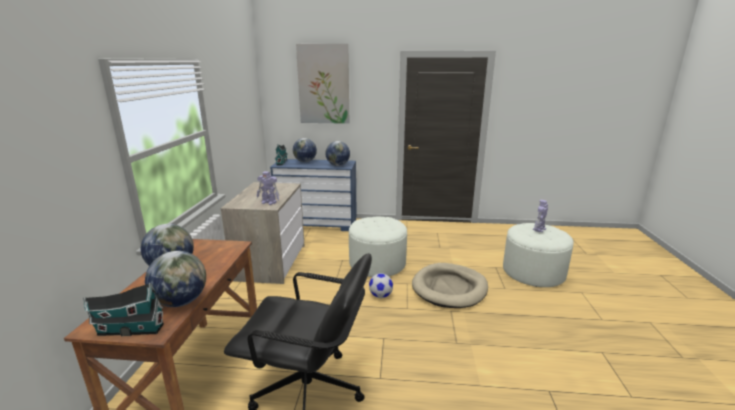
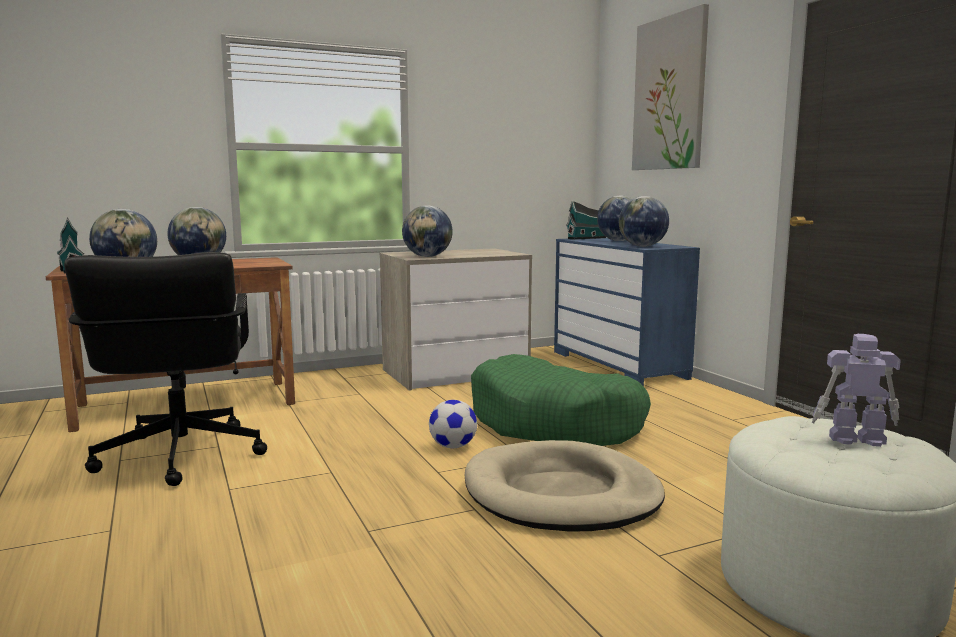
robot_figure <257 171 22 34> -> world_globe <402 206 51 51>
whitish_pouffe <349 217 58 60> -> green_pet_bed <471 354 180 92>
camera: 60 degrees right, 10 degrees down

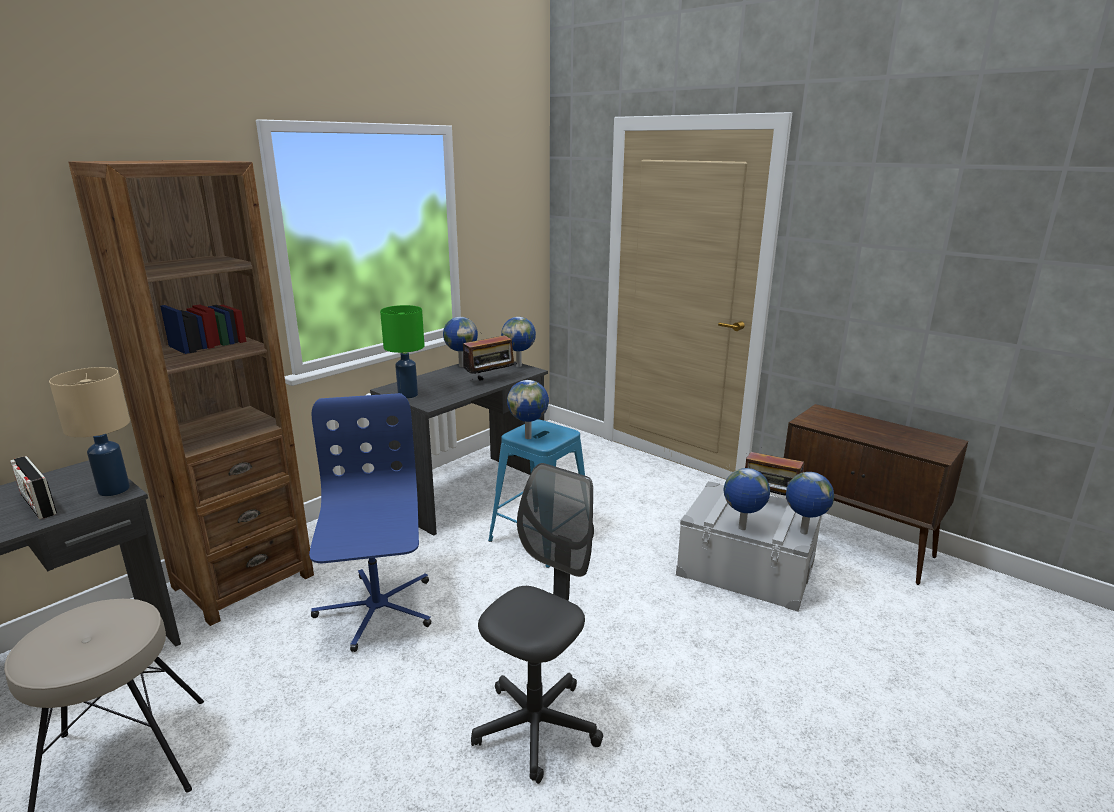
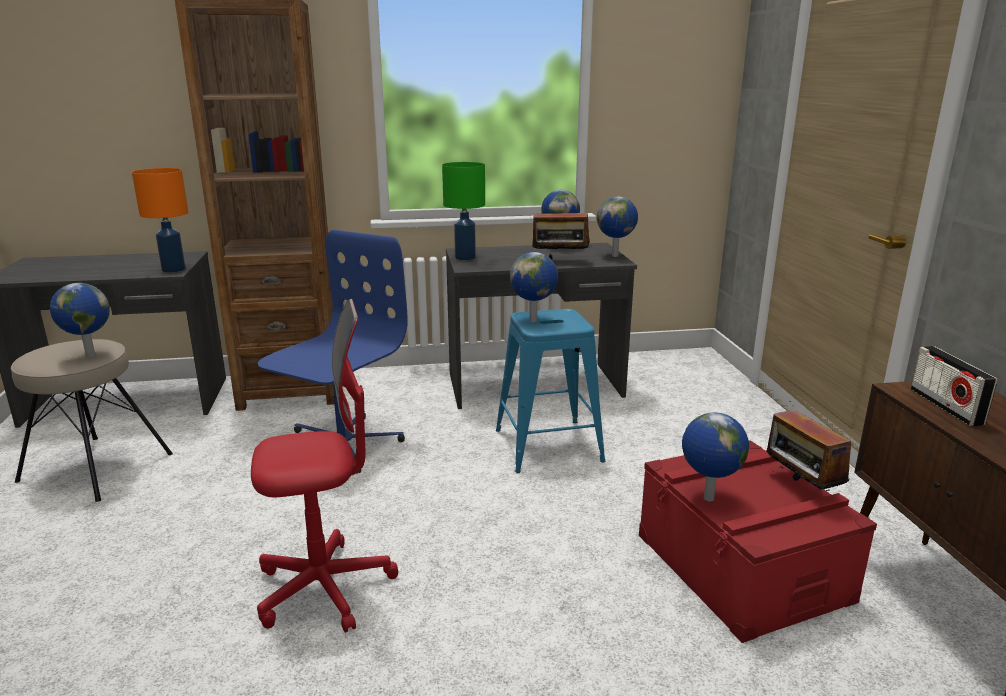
world_globe <786 472 48 63> -> world_globe <50 283 60 74>, shifted
beige_tabletop_lamp <49 367 81 129> -> orangey_tabletop_lamp <132 168 56 105>
gray_computer_chair <471 463 132 321> -> reddish_computer_chair <251 299 147 334>
gray_storage_container <676 481 146 131> -> reddish_storage_container <639 440 238 203>
radio_receiver <10 456 47 63> -> radio_receiver <911 346 86 80>, shifted
camera: 40 degrees right, 0 degrees up

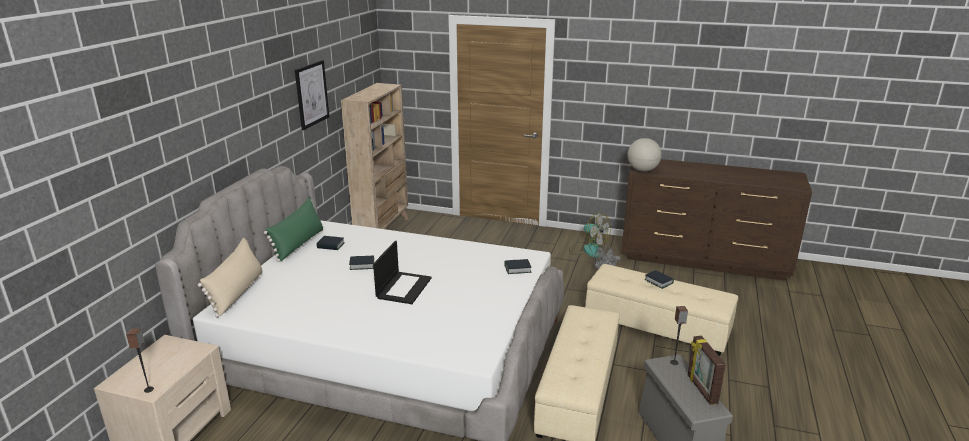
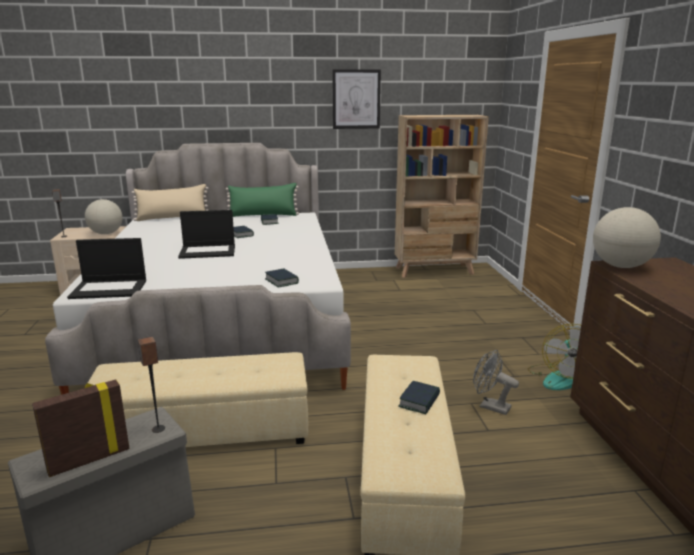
none -> laptop <67 238 79 61>
none -> world_globe <85 199 38 35>
camera: 65 degrees right, 5 degrees down

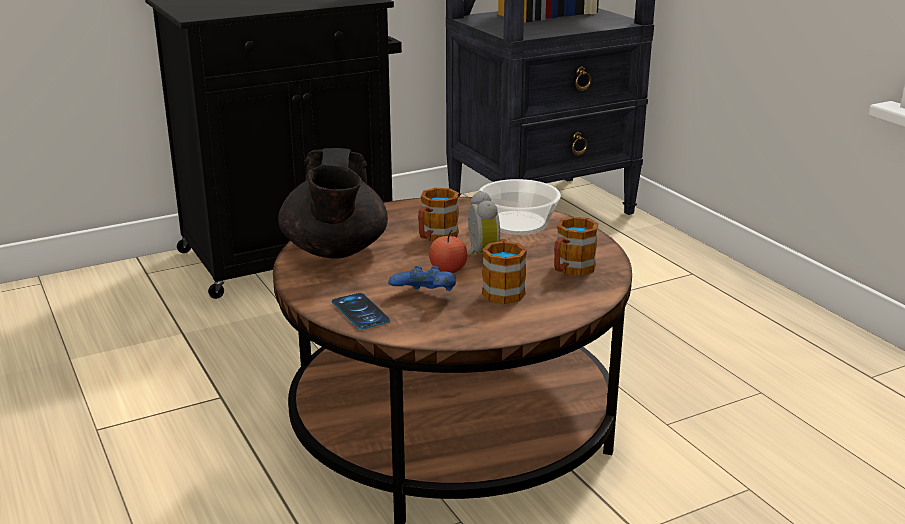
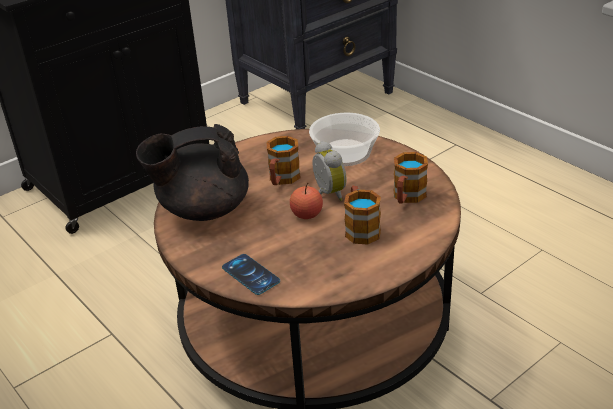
black_tea_pot <278 148 110 111> -> black_tea_pot <136 124 113 97>, 90 degrees clockwise
bluish_joypad <388 266 68 25> -> none
camera: 10 degrees left, 10 degrees up

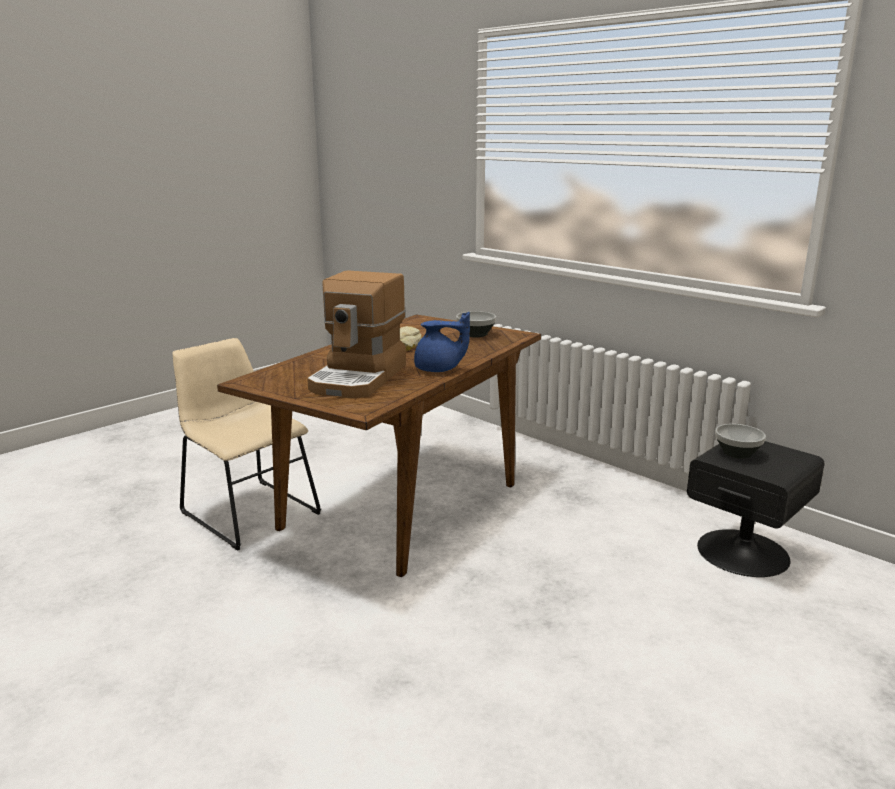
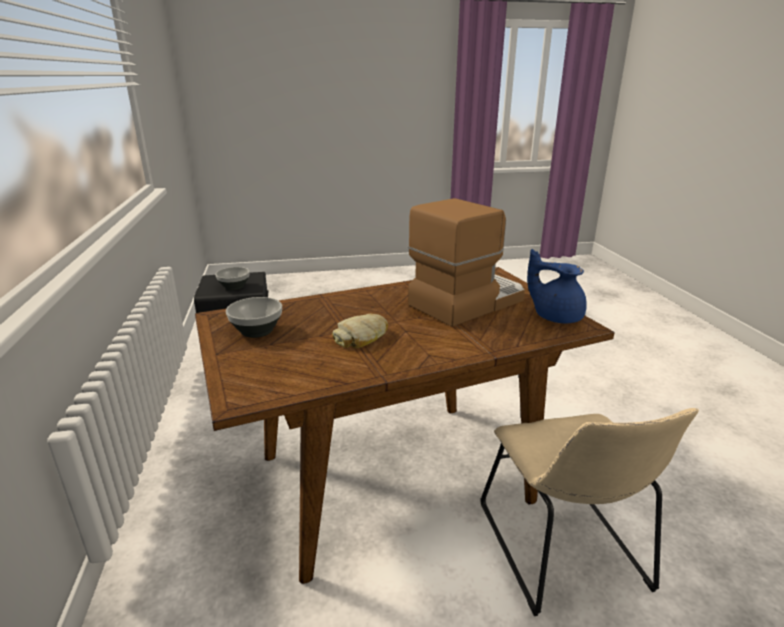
bluish_tea_pot <414 312 56 60> -> bluish_tea_pot <527 249 60 75>, shifted
camera: 145 degrees left, 5 degrees up

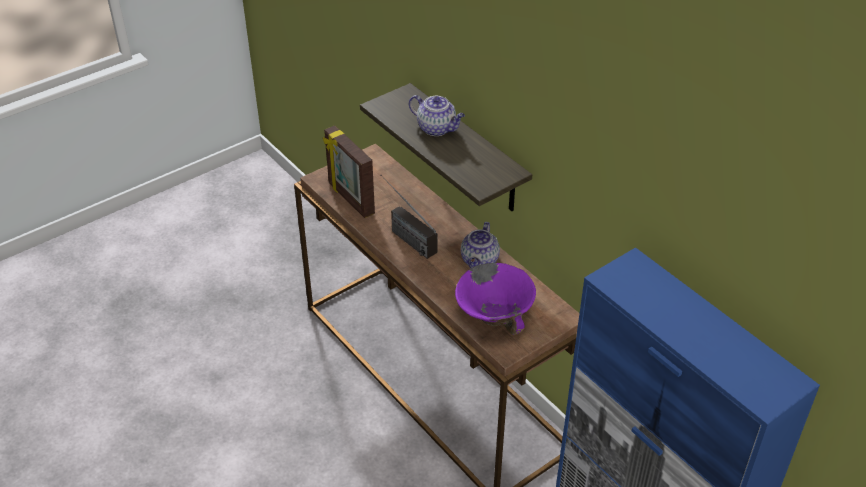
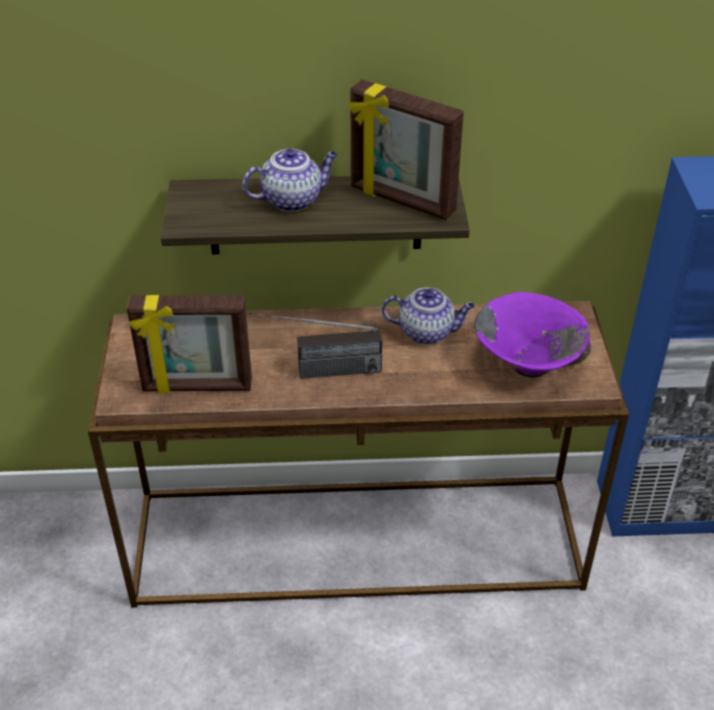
none -> standing_frame <349 79 115 141>
tea_pot <461 222 39 47> -> tea_pot <382 287 93 57>, 45 degrees counterclockwise
camera: 55 degrees left, 0 degrees up

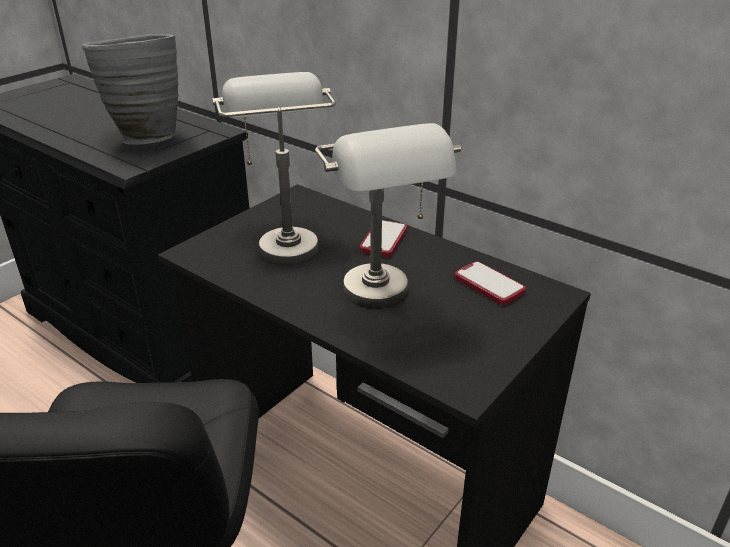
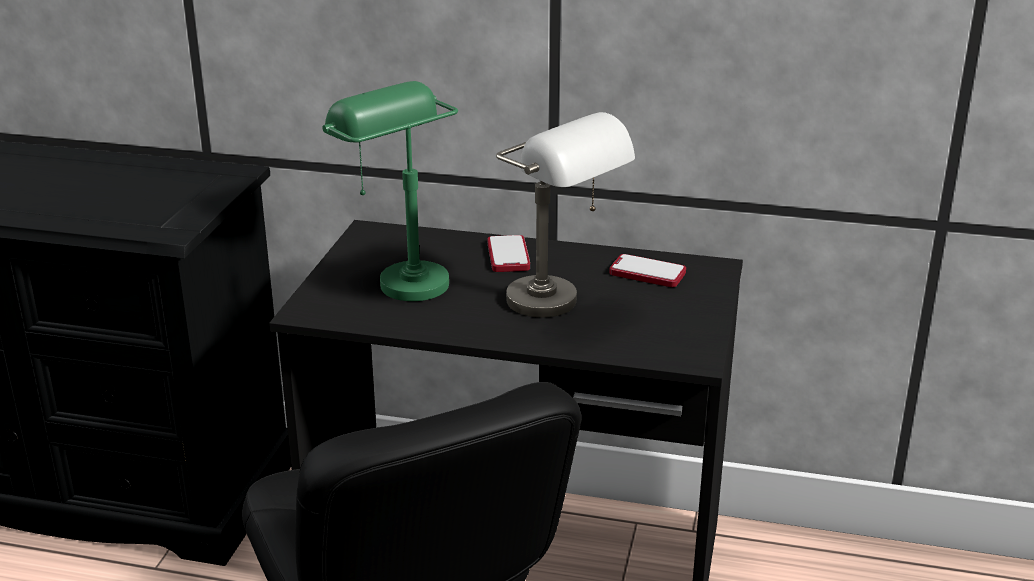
gray_tabletop_lamp <212 72 124 192> -> green_tabletop_lamp <322 81 136 220>
gray_flower_vase <82 34 96 111> -> none
camera: 25 degrees left, 5 degrees down

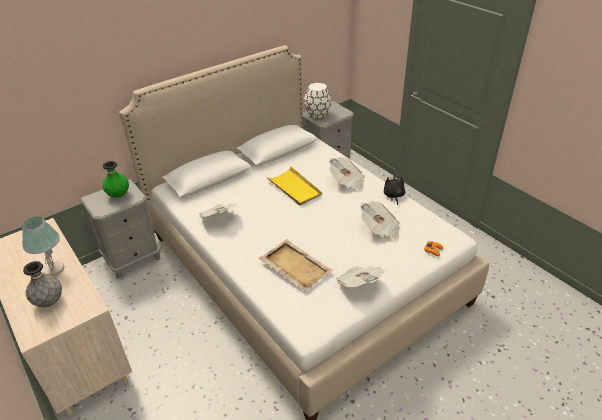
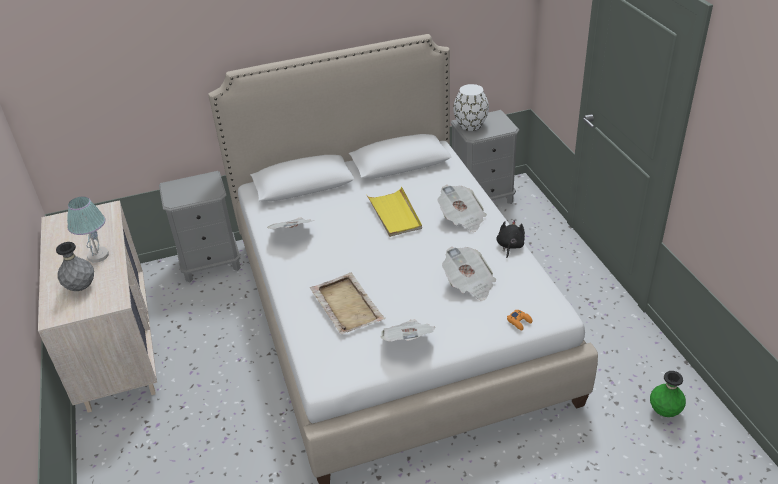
green_flower_vase <103 161 26 37> -> green_flower_vase <650 371 36 46>, shifted
camera: 20 degrees right, 0 degrees up

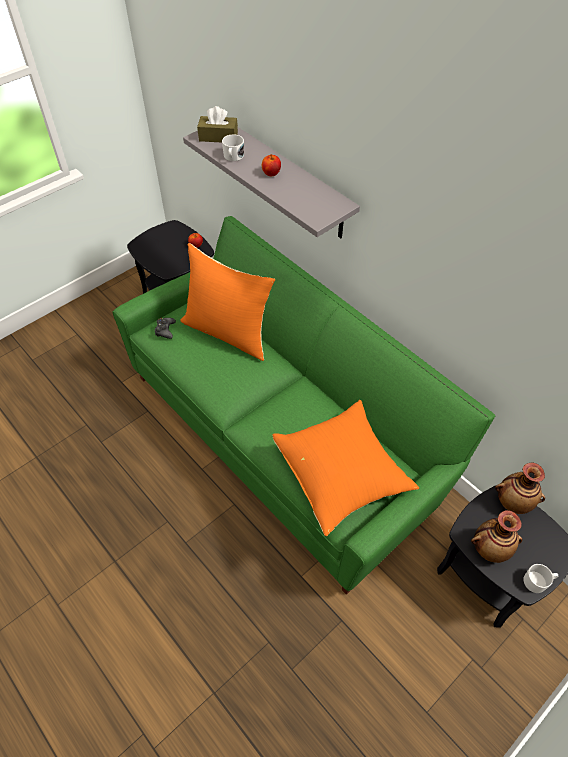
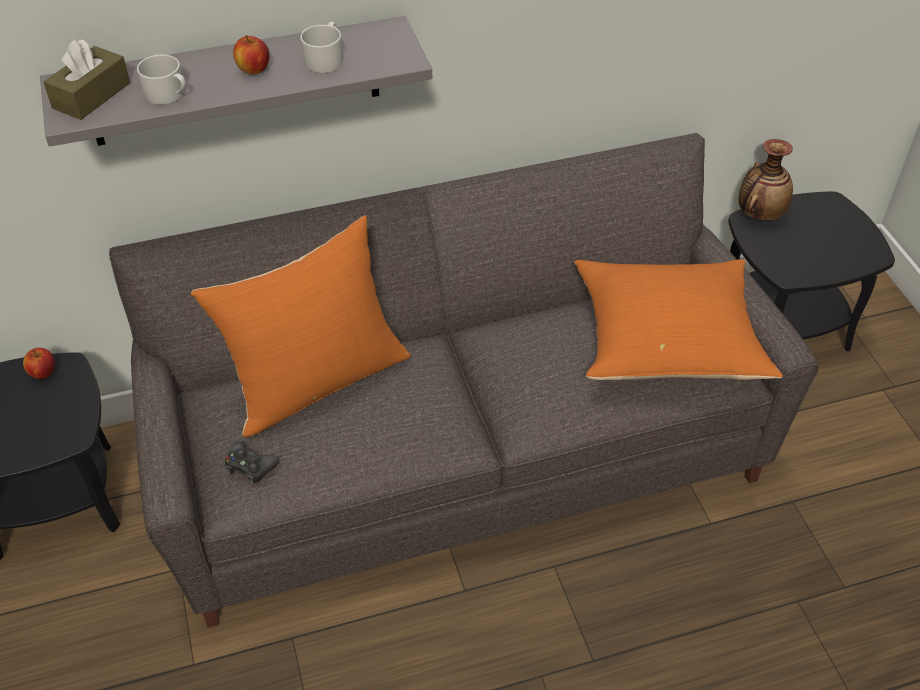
green_settee <112 216 383 379> -> gray_settee <109 133 710 495>
whitish_coffee_mug <523 564 35 29> -> whitish_coffee_mug <300 22 42 51>, shifted
flower_vase <471 510 51 53> -> none
camera: 65 degrees left, 5 degrees down

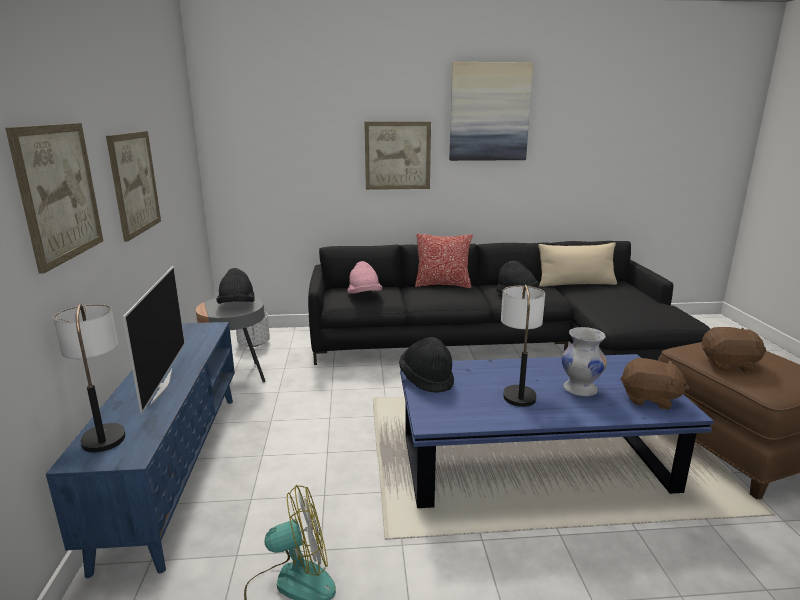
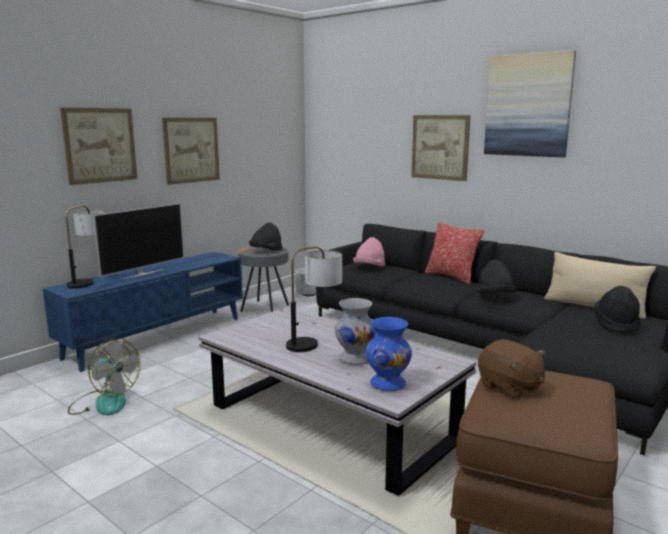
bluish_coffee_table <400 354 314 154> -> whitish_coffee_table <199 307 277 189>
brown_plush_toy <620 358 69 52> -> bluish_flower_vase <366 317 46 74>
black_clothing_hat <399 337 55 56> -> black_clothing_hat <594 286 47 48>, shifted
camera: 45 degrees right, 5 degrees down

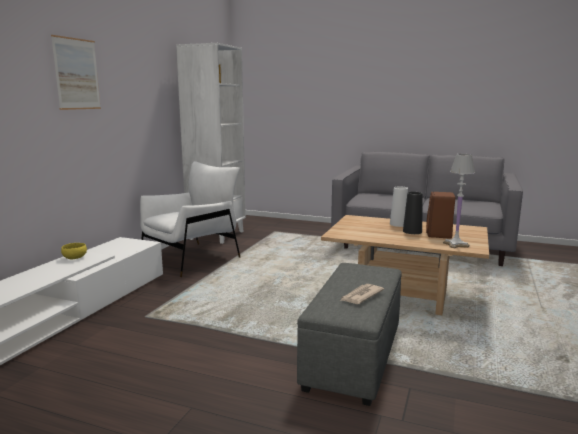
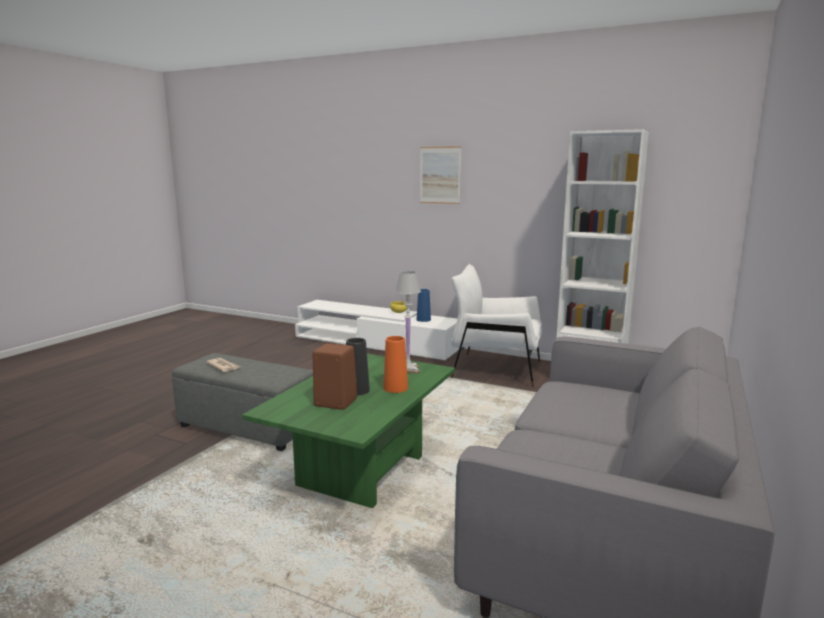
beige_coffee_table <321 215 168 100> -> green_coffee_table <242 353 213 155>
whitish_flower_vase <390 186 18 41> -> orangey_flower_vase <383 336 25 57>
whitish_tabletop_lamp <443 154 32 94> -> whitish_tabletop_lamp <395 271 26 103>, shifted
none -> bluish_flower_vase <417 289 14 33>
whitish_lounge_chair <140 161 100 116> -> whitish_lounge_chair <451 264 91 123>, 150 degrees clockwise
camera: 95 degrees right, 0 degrees up

